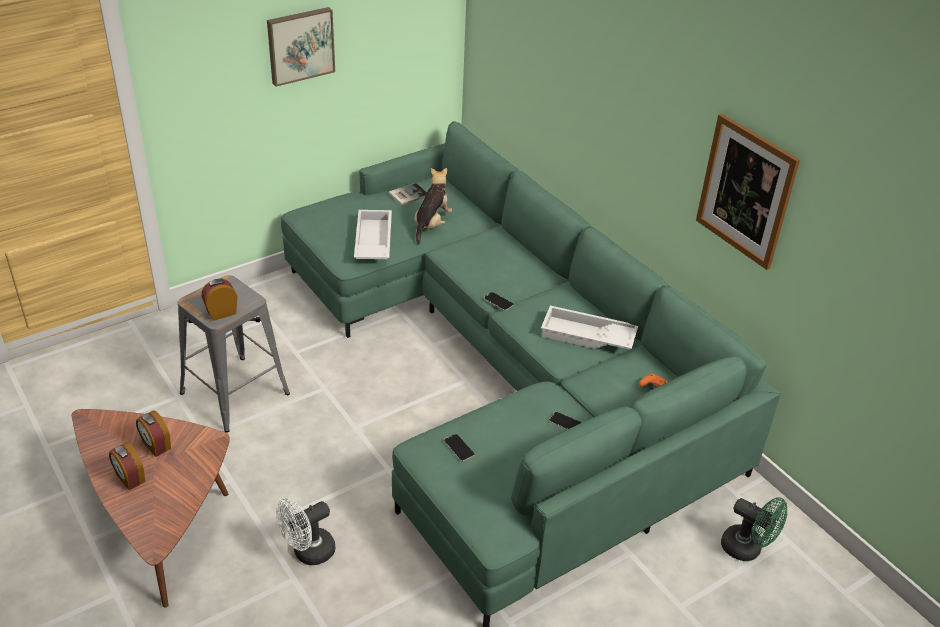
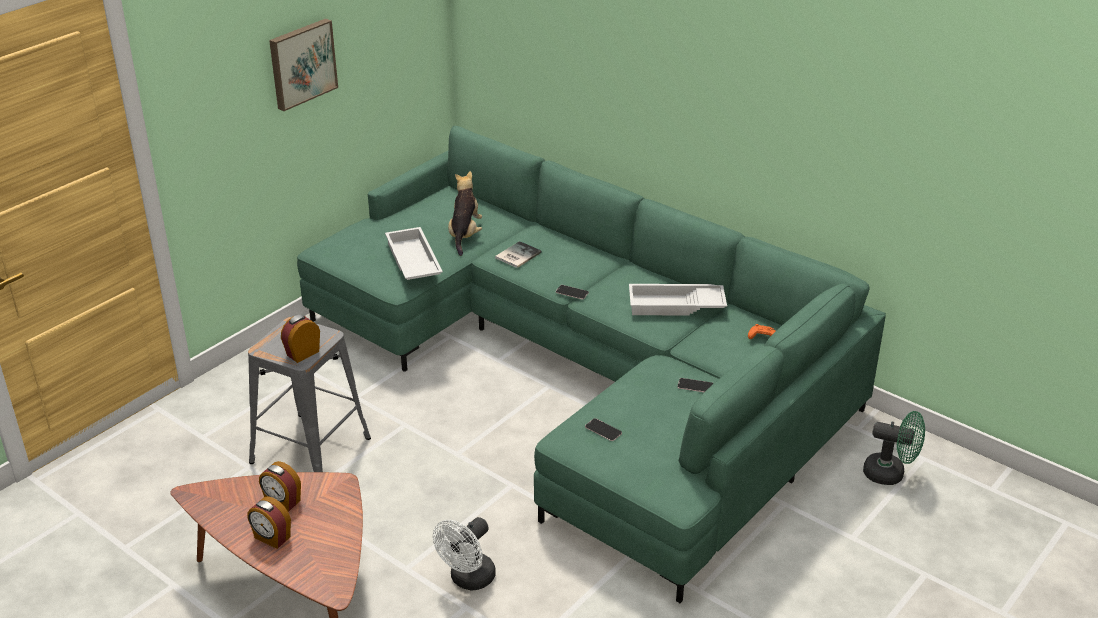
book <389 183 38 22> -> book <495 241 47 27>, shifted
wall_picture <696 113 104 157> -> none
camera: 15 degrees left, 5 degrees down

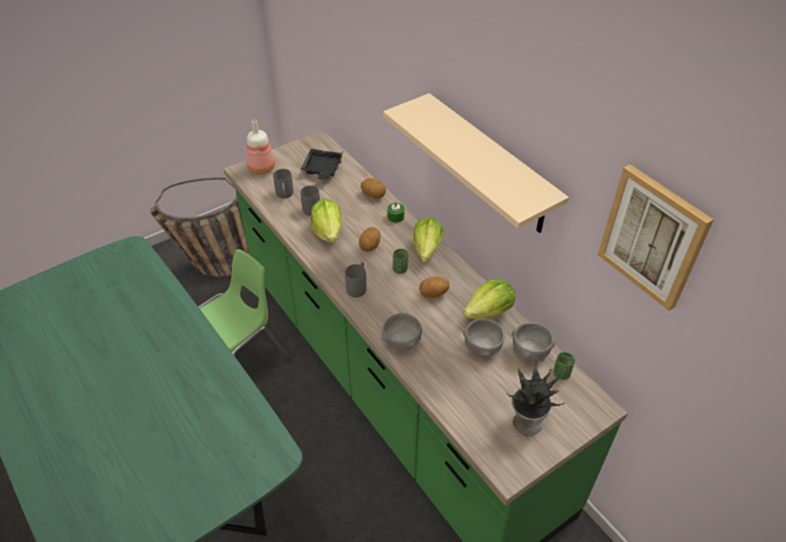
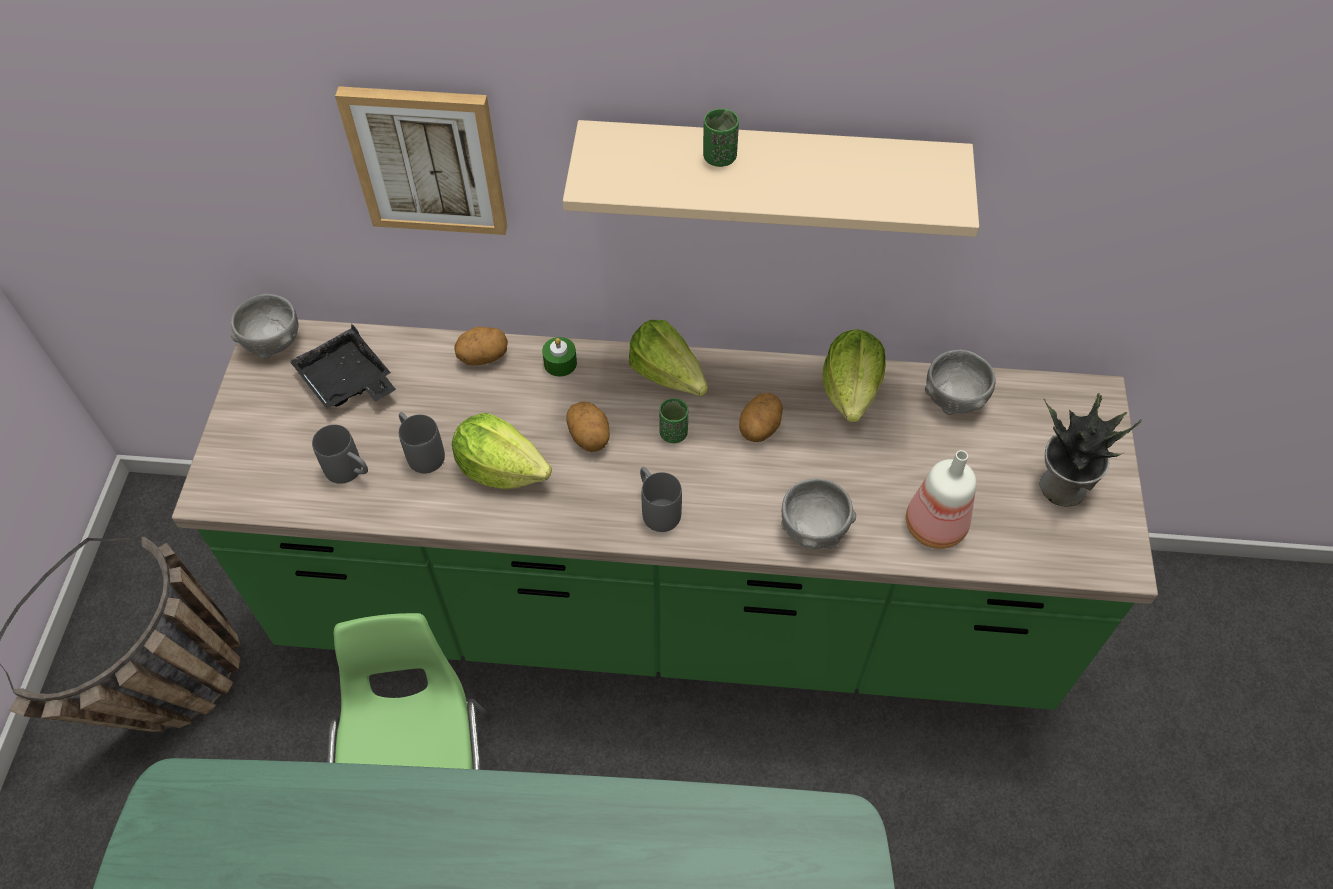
gray_bowl <463 319 42 38> -> gray_bowl <231 294 68 65>, shifted
wall_picture <598 164 116 147> -> wall_picture <335 86 172 149>, shifted
green_small_cup <553 352 22 28> -> green_small_cup <703 109 36 58>, shifted
beverage_bottle <247 119 28 55> -> beverage_bottle <906 450 70 99>, shifted
camera: 50 degrees left, 10 degrees up

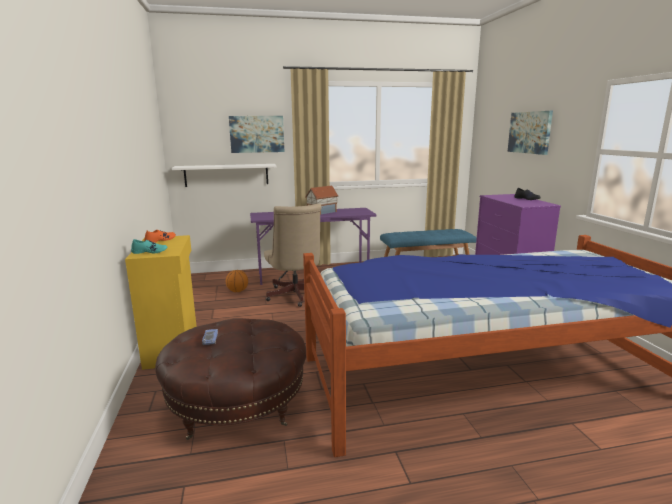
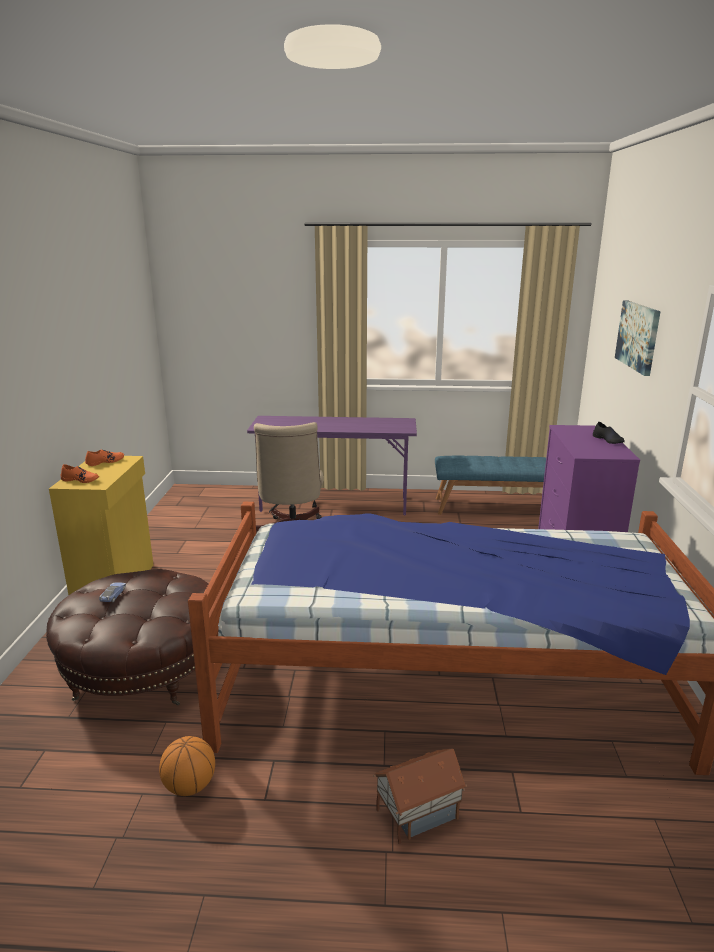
turquoise_low_shoe <131 239 37 15> -> orangey_low_shoe <61 464 38 19>
ball_for_basketball <226 270 22 22> -> ball_for_basketball <159 736 56 60>, shifted
miniature_house <305 185 33 30> -> miniature_house <373 749 94 95>, shifted
whitish_wall_shelf <171 164 106 23> -> none
wall_picture <229 116 55 37> -> none
camera: 15 degrees right, 5 degrees up

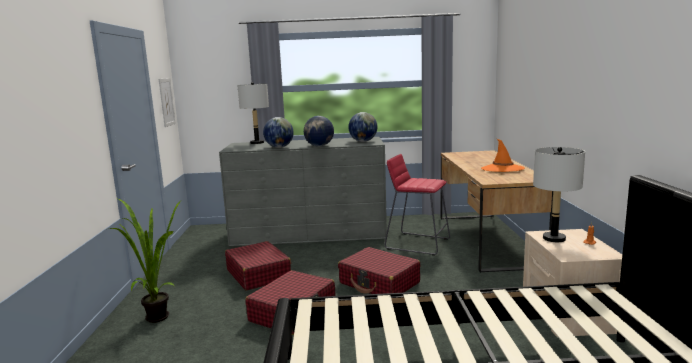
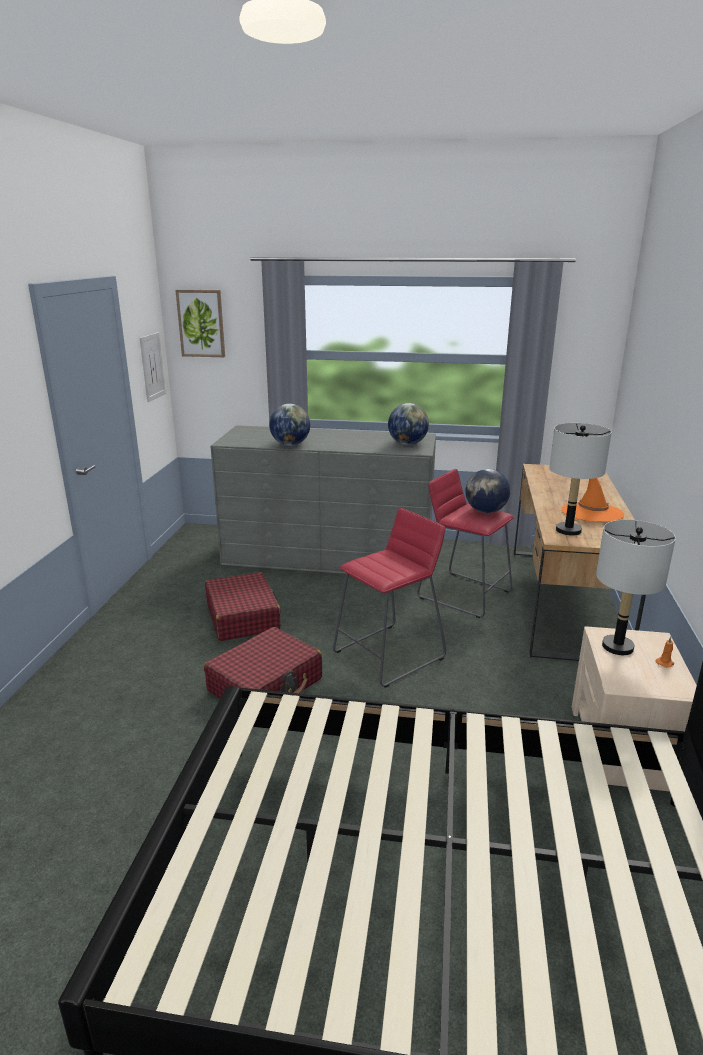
none -> wall_picture <175 290 50 67>
reddish_travel_case <338 247 82 47> -> reddish_stool <333 508 113 180>
world_globe <304 116 30 30> -> world_globe <466 469 44 44>, shifted
gray_tabletop_lamp <237 82 32 62> -> gray_tabletop_lamp <549 423 63 112>, shifted
plant_in_a_pot <110 199 71 124> -> none
camera: 10 degrees right, 10 degrees up

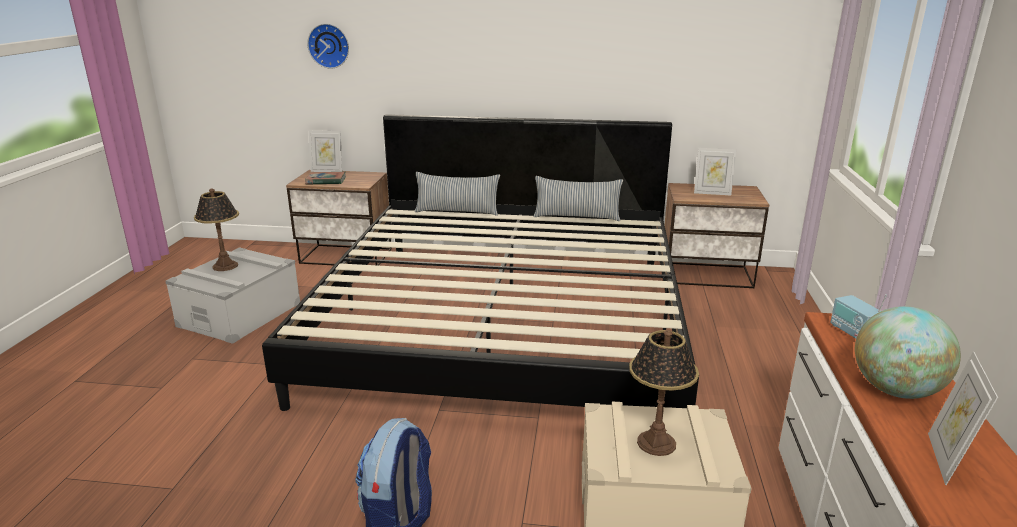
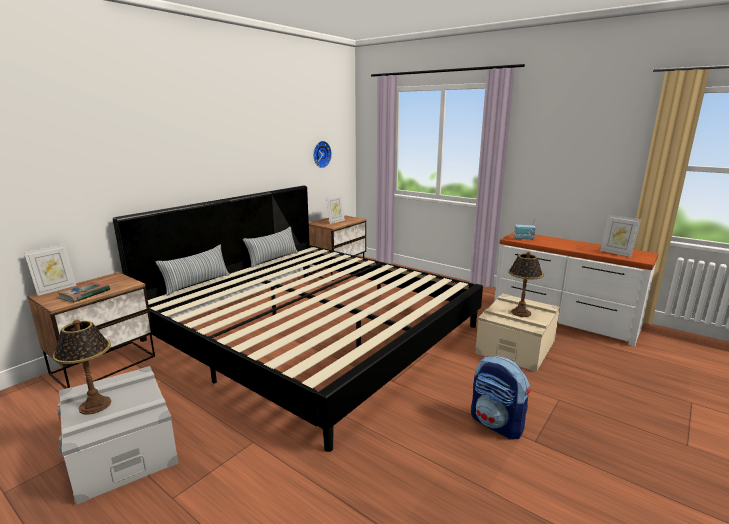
hanging_clock <307 24 42 45> -> hanging_clock <313 141 19 27>, shifted
world_globe <855 306 106 93> -> none
camera: 60 degrees left, 5 degrees down

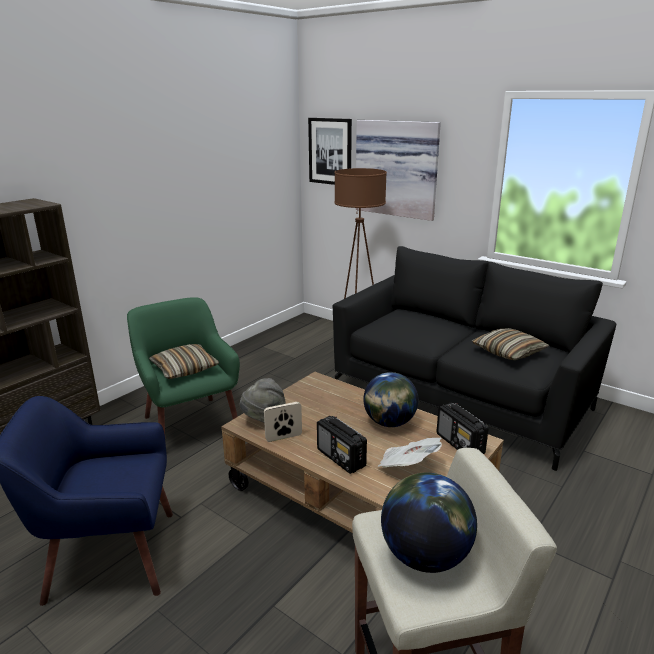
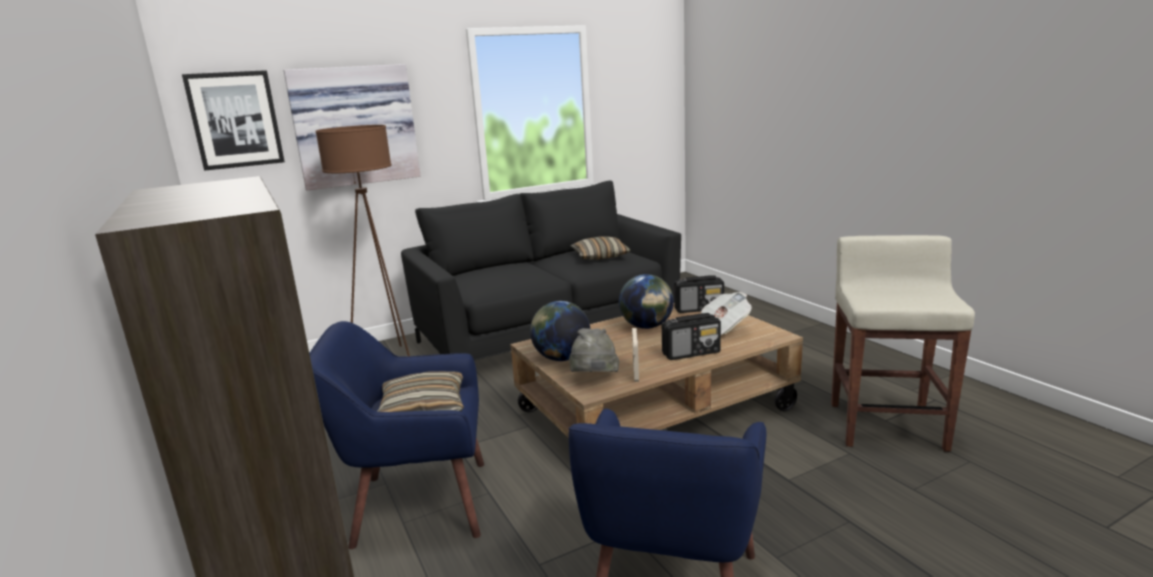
green_lounge_chair <127 297 113 137> -> bluish_lounge_chair <309 321 175 228>
world_globe <381 473 96 100> -> world_globe <530 301 60 60>, shifted
camera: 65 degrees left, 5 degrees down

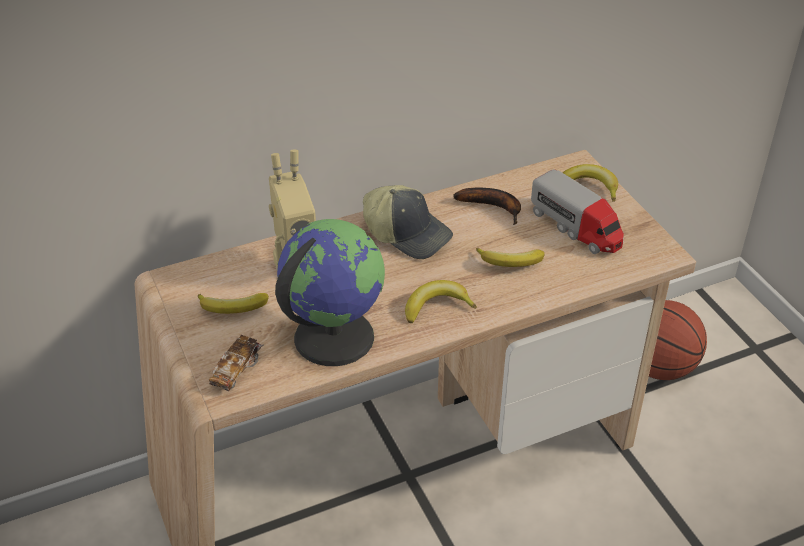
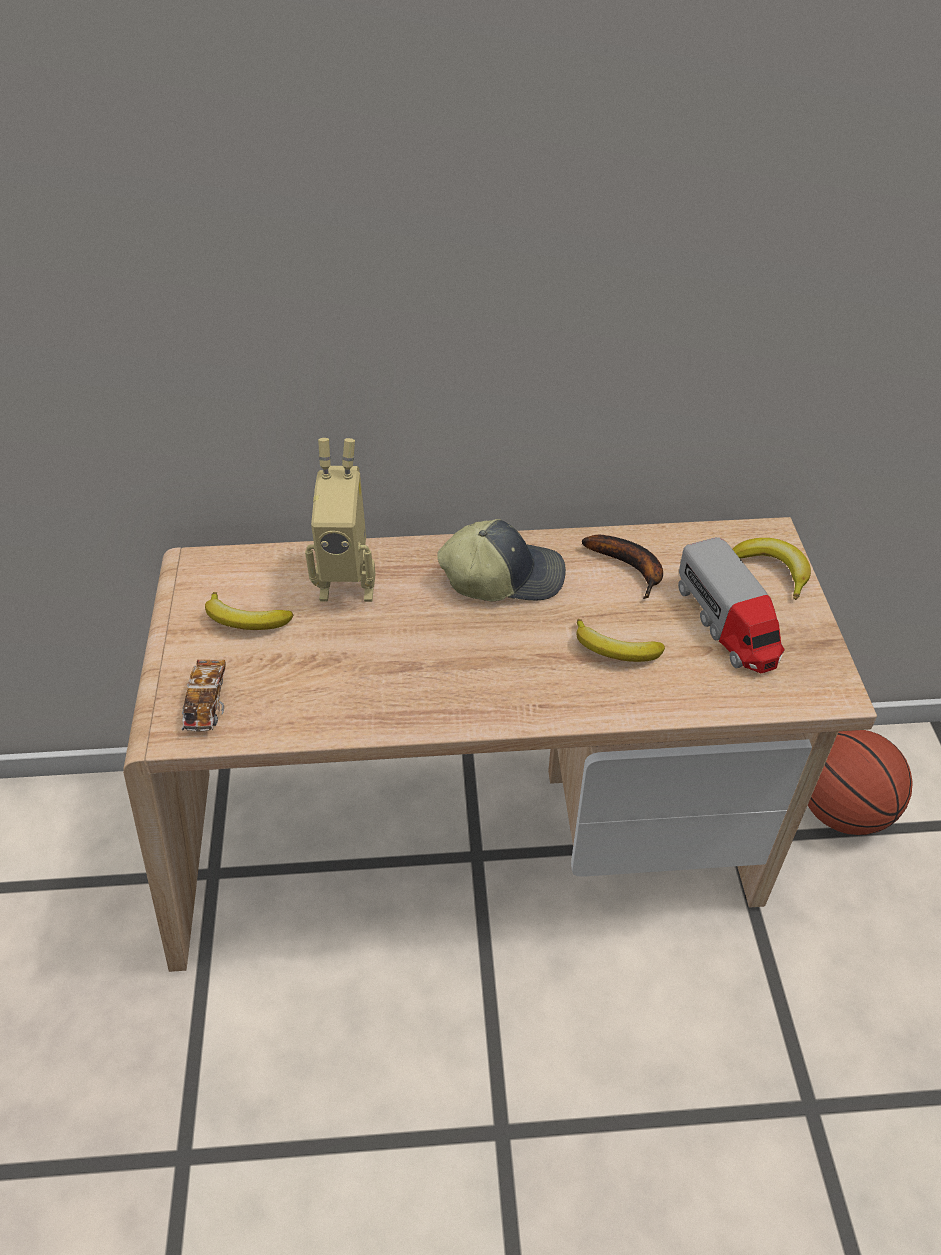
toy_car <209 335 55 56> -> toy_car <182 660 44 72>, 135 degrees clockwise
cap <363 185 90 74> -> cap <437 519 129 82>, 60 degrees counterclockwise
world_globe <275 219 110 147> -> none
banana <405 280 72 43> -> none
camera: 20 degrees right, 5 degrees up

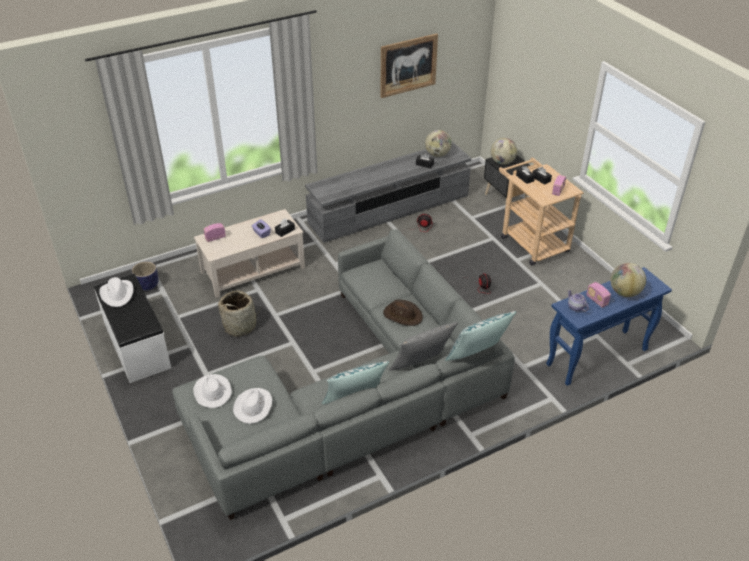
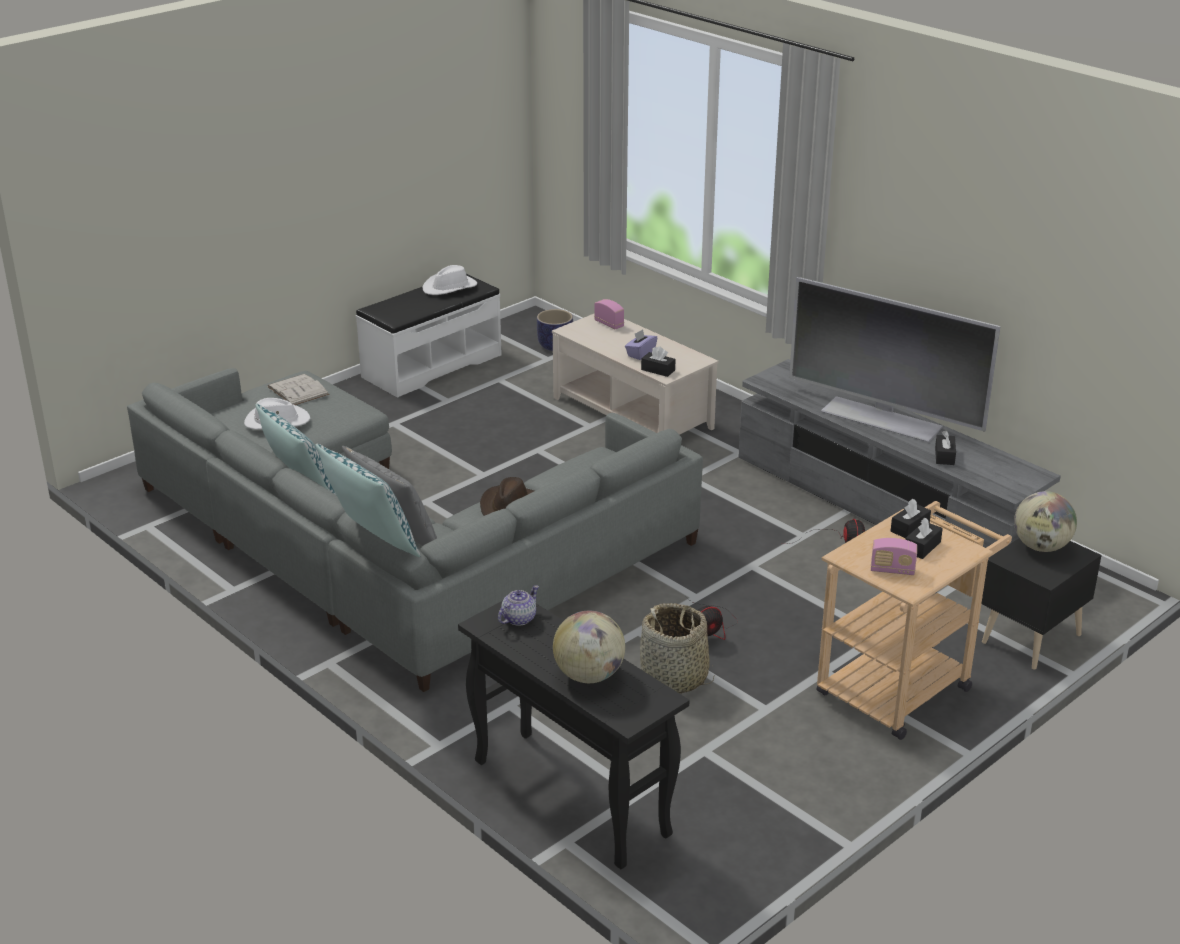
whitish_clothing_hat <193 374 39 34> -> whitish_book <267 374 62 31>
bluish_console_table <546 267 126 119> -> black_console_table <458 601 231 269>
storage_basket <218 290 44 47> -> storage_basket <640 603 74 91>, shifted
none -> television <789 277 211 165>
wall_picture <381 33 57 65> -> none
world_globe <425 130 26 27> -> none
radio_receiver <586 282 25 26> -> none
camera: 75 degrees right, 10 degrees down

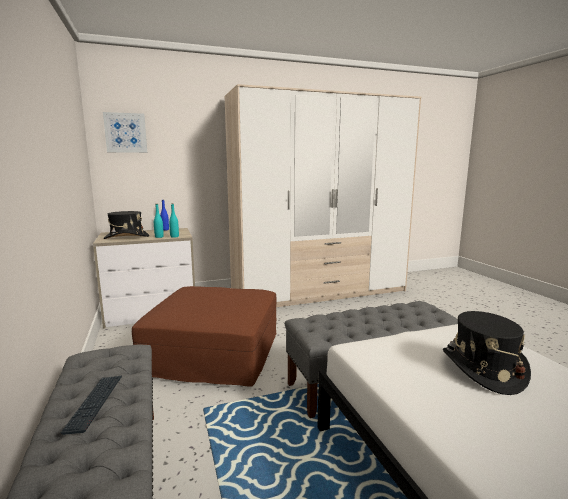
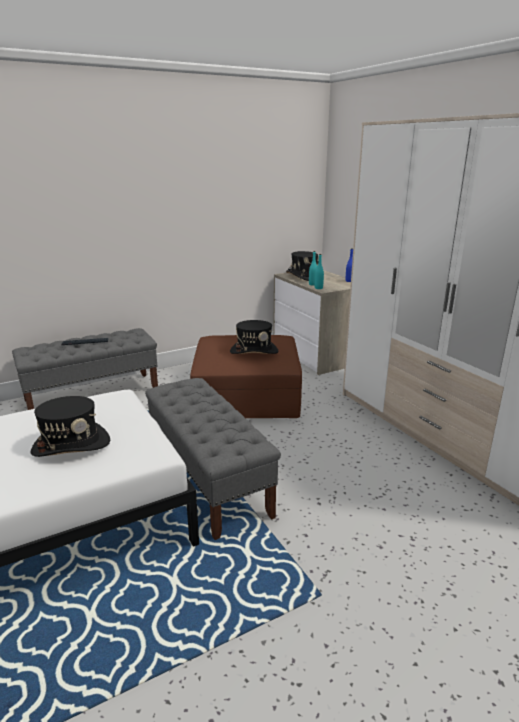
none -> black_clothing_hat <230 320 48 34>
wall_picture <103 112 44 41> -> none
camera: 80 degrees right, 10 degrees up

